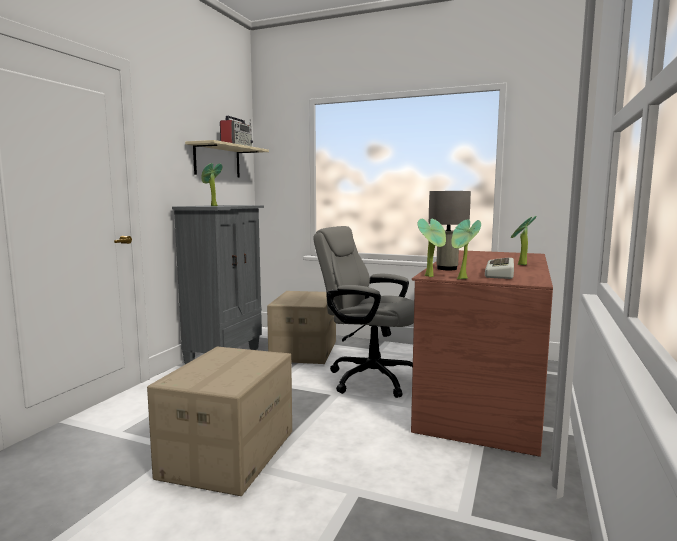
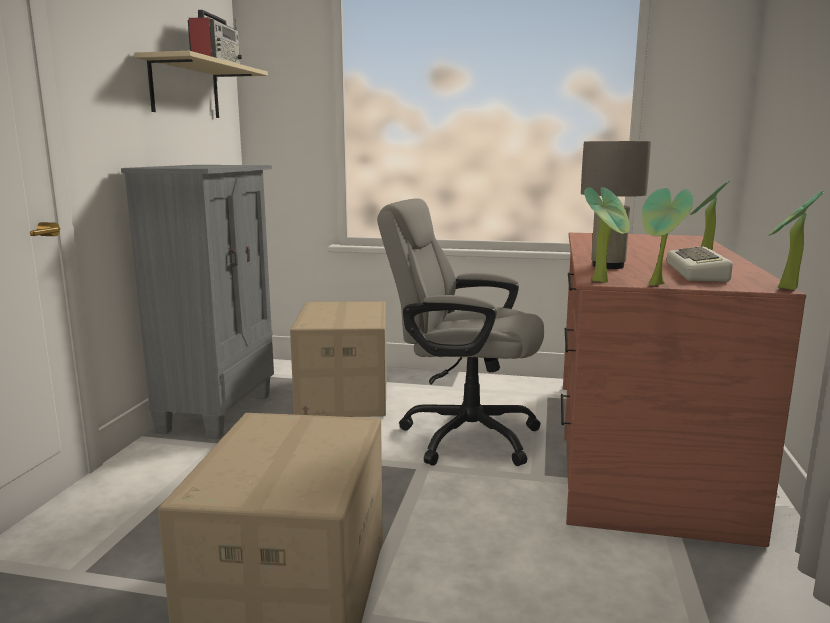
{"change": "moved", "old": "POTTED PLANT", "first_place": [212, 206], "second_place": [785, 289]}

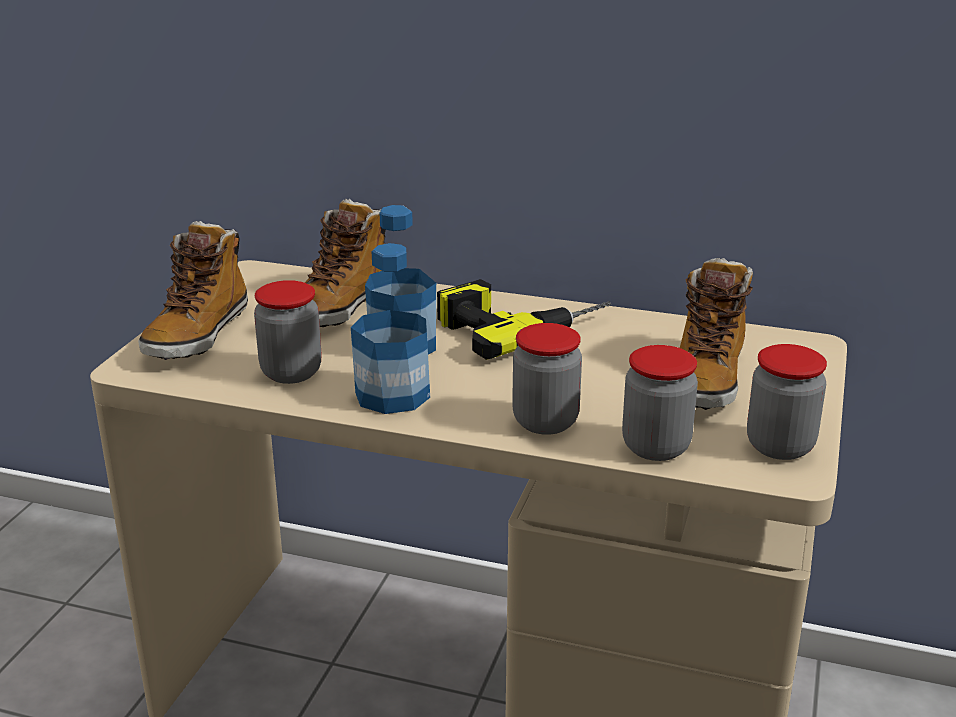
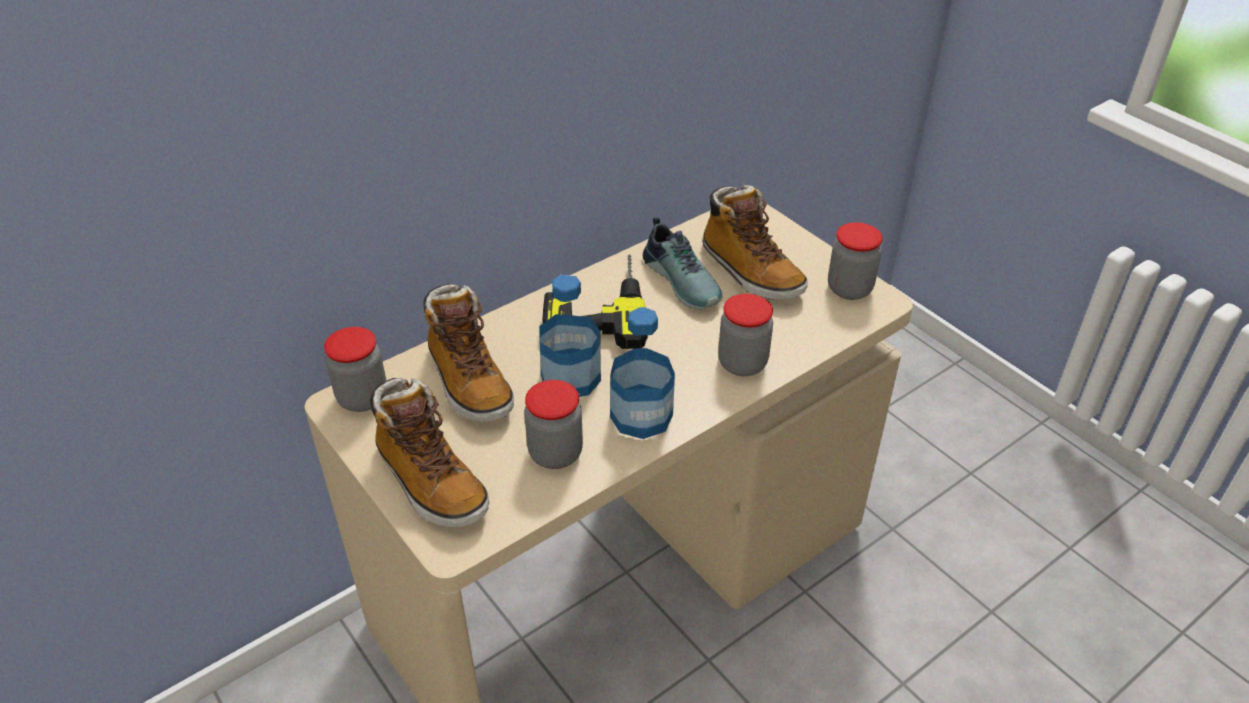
{"change": "moved", "old": "JAR", "first_place": [656, 447], "second_place": [362, 398]}
{"change": "added", "new": "SHOE", "second_place": [684, 280]}

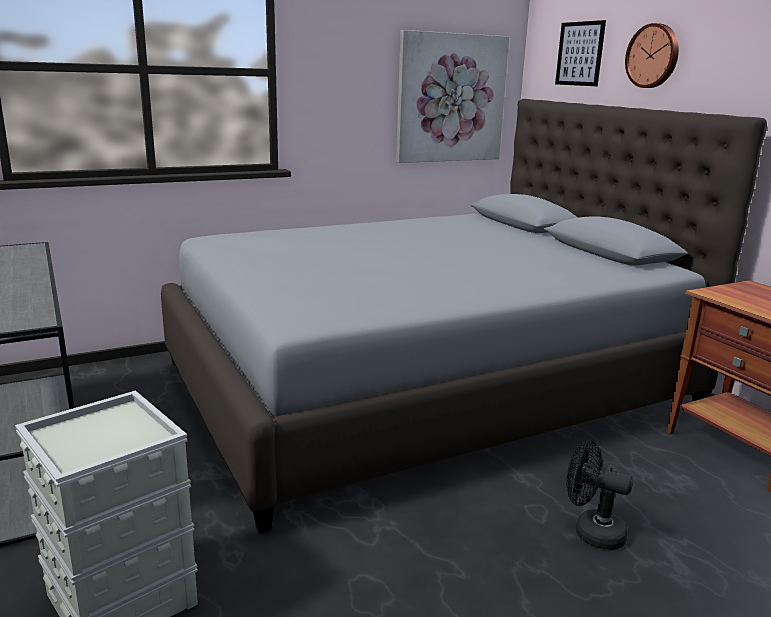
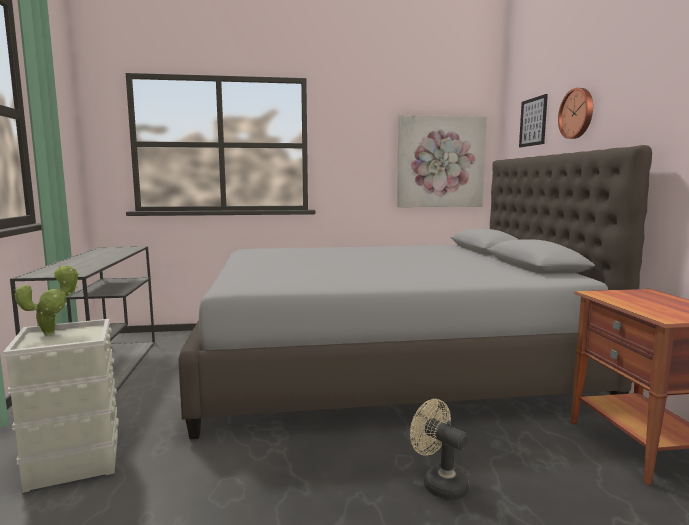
{"change": "added", "new": "POTTED PLANT", "second_place": [53, 333]}
{"change": "recoloured", "old": "BLACK FAN", "new": "BEIGE FAN", "first_place": [591, 531], "second_place": [439, 483]}

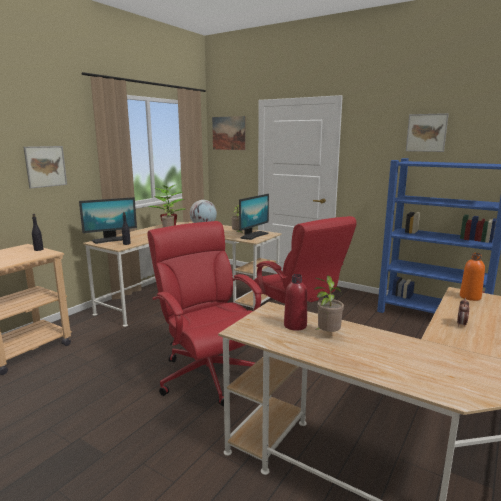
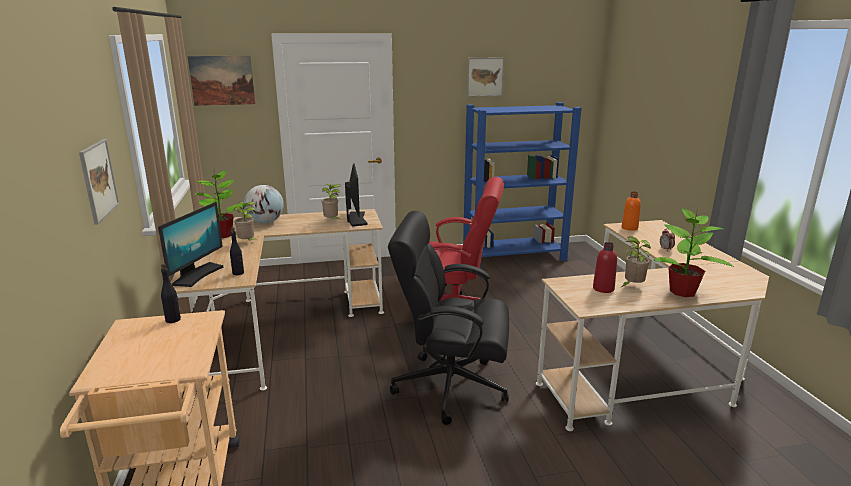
{"change": "recoloured", "old": "RED OFFICE CHAIR", "new": "BLACK OFFICE CHAIR", "first_place": [208, 376], "second_place": [451, 386]}
{"change": "added", "new": "POTTED PLANT", "second_place": [682, 292]}

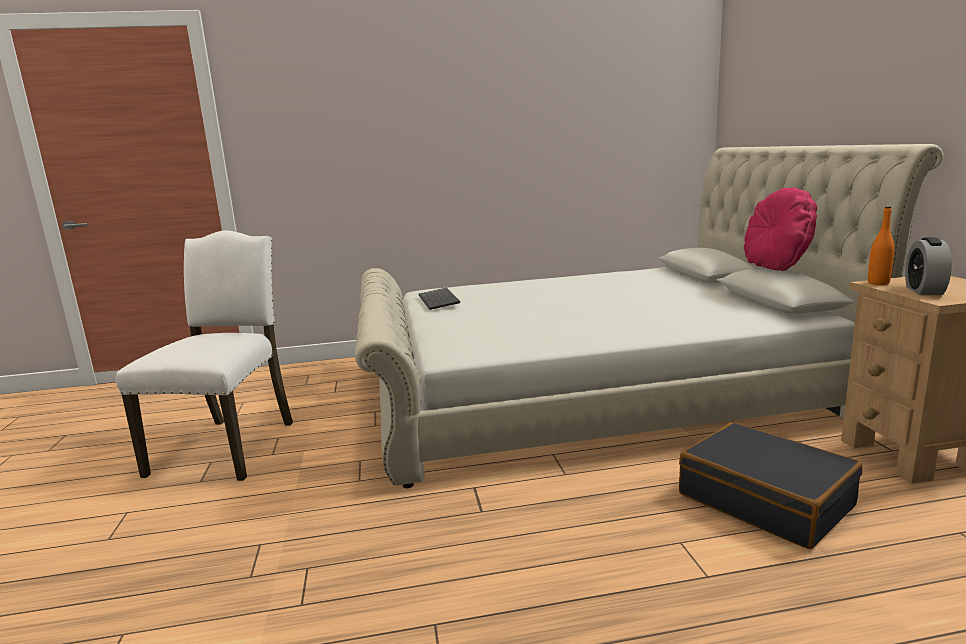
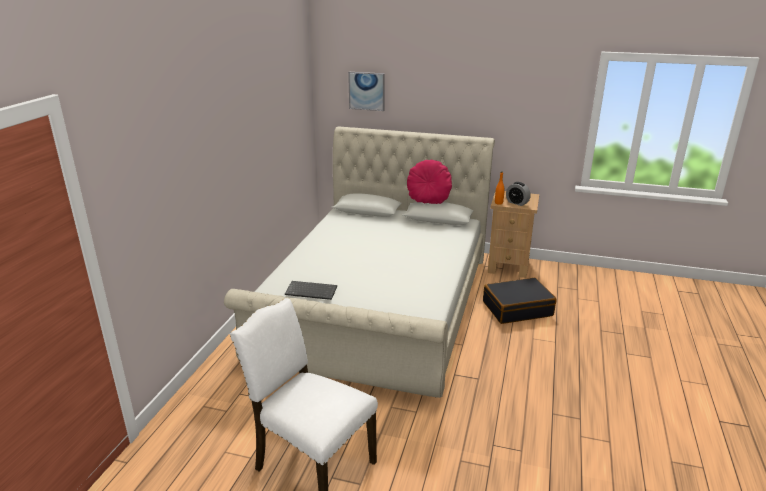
{"change": "added", "new": "PICTURE", "second_place": [366, 91]}

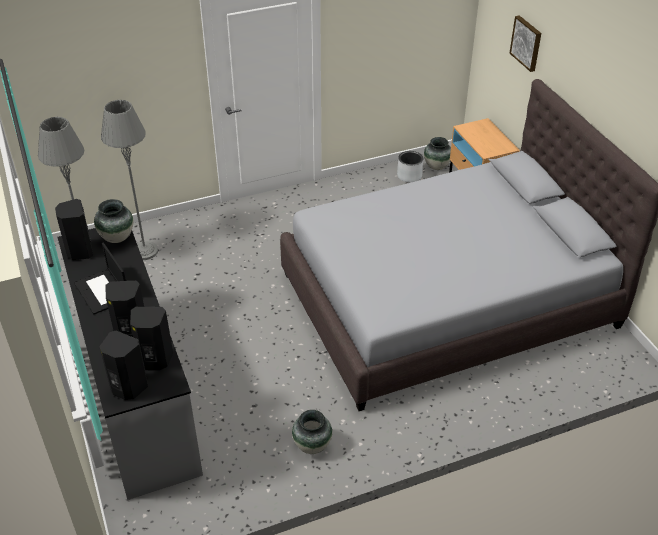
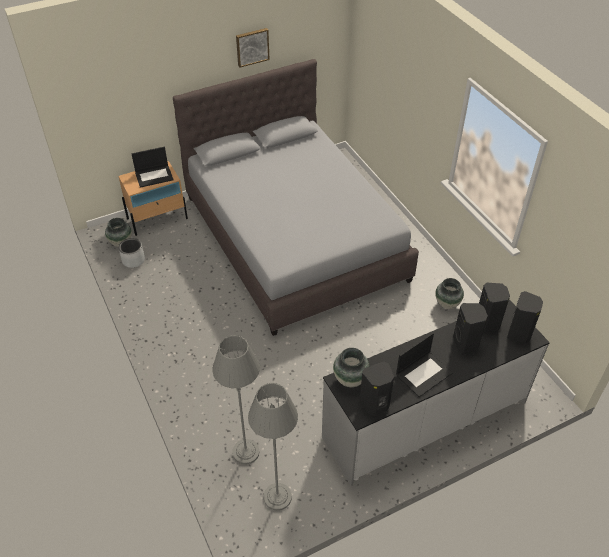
{"change": "added", "new": "LAPTOP", "second_place": [154, 176]}
{"change": "moved", "old": "PICTURE", "first_place": [527, 43], "second_place": [252, 47]}

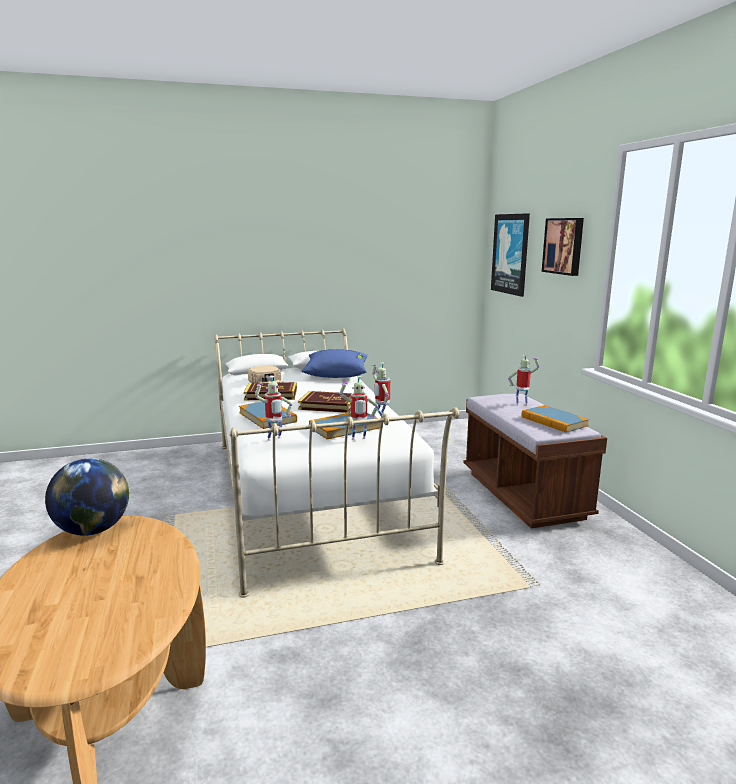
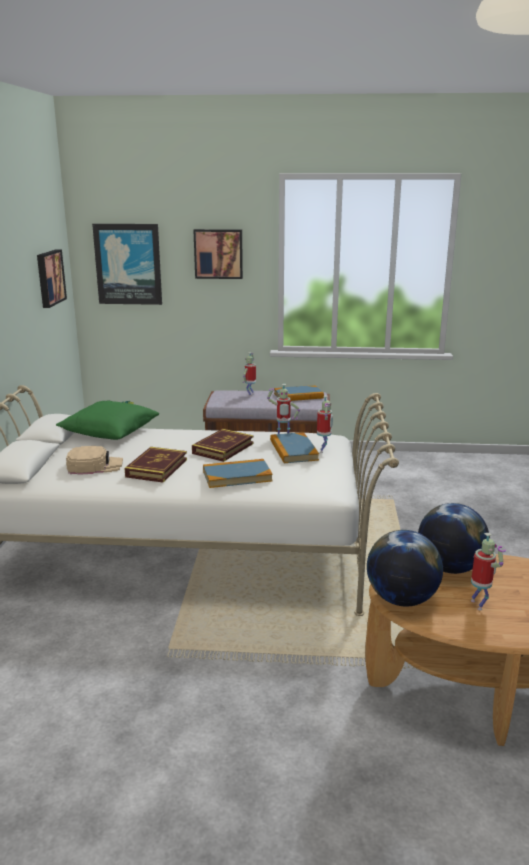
{"change": "added", "new": "PICTURE", "second_place": [49, 278]}
{"change": "recoloured", "old": "BLUE PILLOW", "new": "GREEN PILLOW", "first_place": [336, 375], "second_place": [110, 433]}
{"change": "added", "new": "GLOBE", "second_place": [449, 568]}
{"change": "moved", "old": "TOY ROBOT", "first_place": [274, 439], "second_place": [479, 605]}

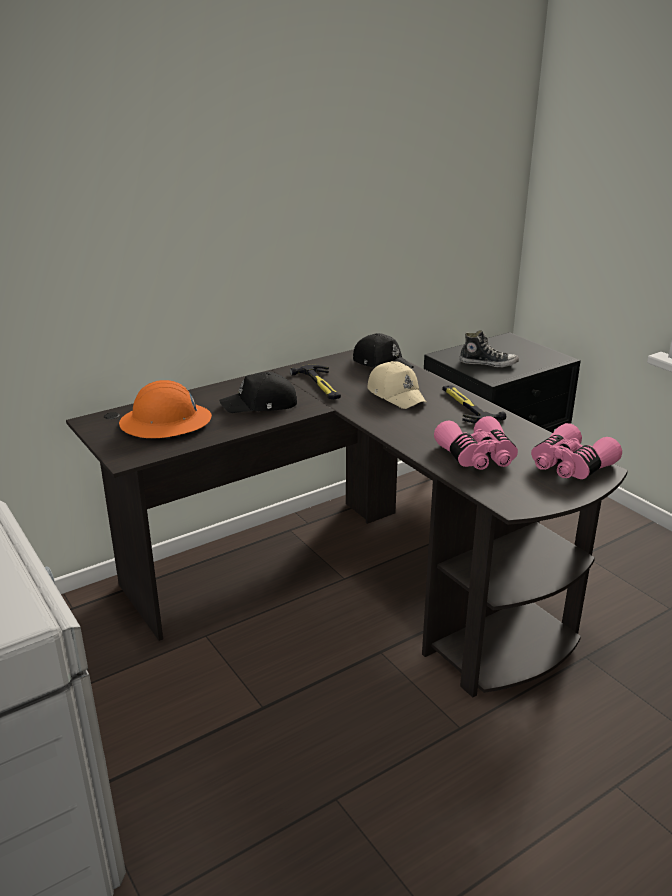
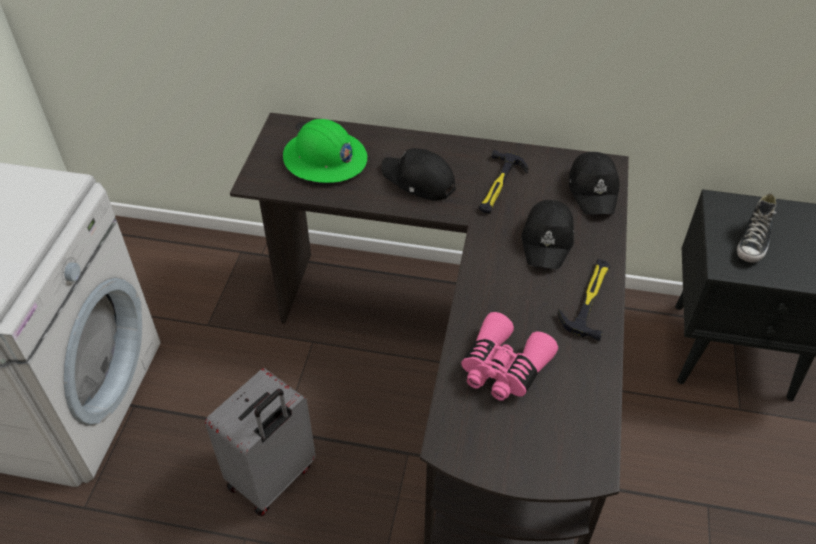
{"change": "added", "new": "GREY SUITCASE", "second_place": [273, 478]}
{"change": "recoloured", "old": "ORANGE HARD HAT", "new": "GREEN HARD HAT", "first_place": [166, 423], "second_place": [325, 159]}
{"change": "recoloured", "old": "BEIGE CAP", "new": "BLACK CAP", "first_place": [396, 395], "second_place": [548, 240]}
{"change": "turned", "old": "SHOE", "first_place": [488, 363], "second_place": [753, 243], "degrees": 60}
{"change": "removed", "old": "PINK BINOCULARS", "first_place": [569, 466]}

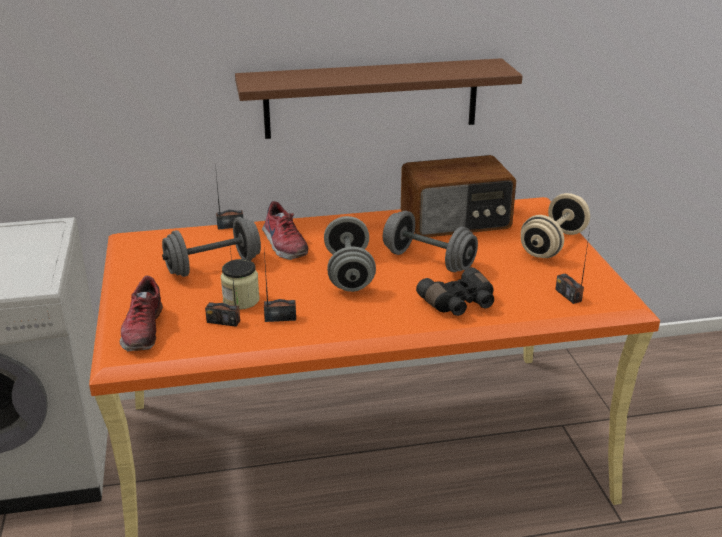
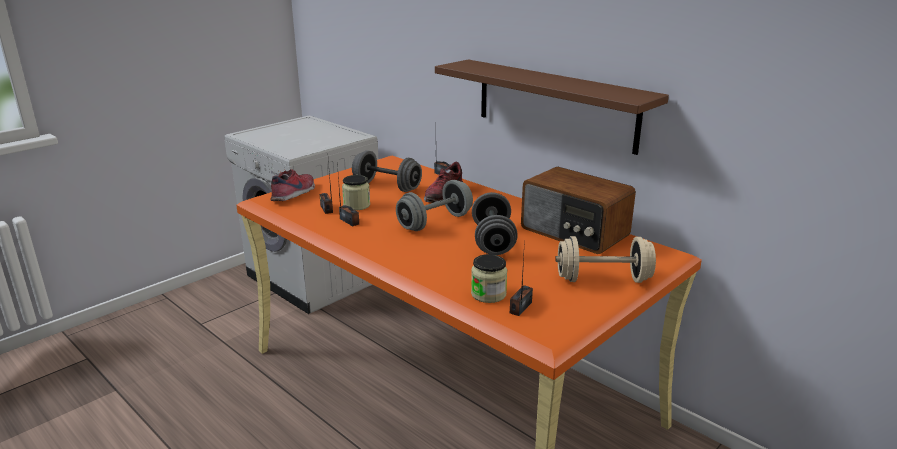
{"change": "turned", "old": "SHOE", "first_place": [142, 329], "second_place": [294, 194], "degrees": 150}
{"change": "added", "new": "JAR", "second_place": [488, 294]}
{"change": "removed", "old": "BLACK BINOCULARS", "first_place": [459, 304]}

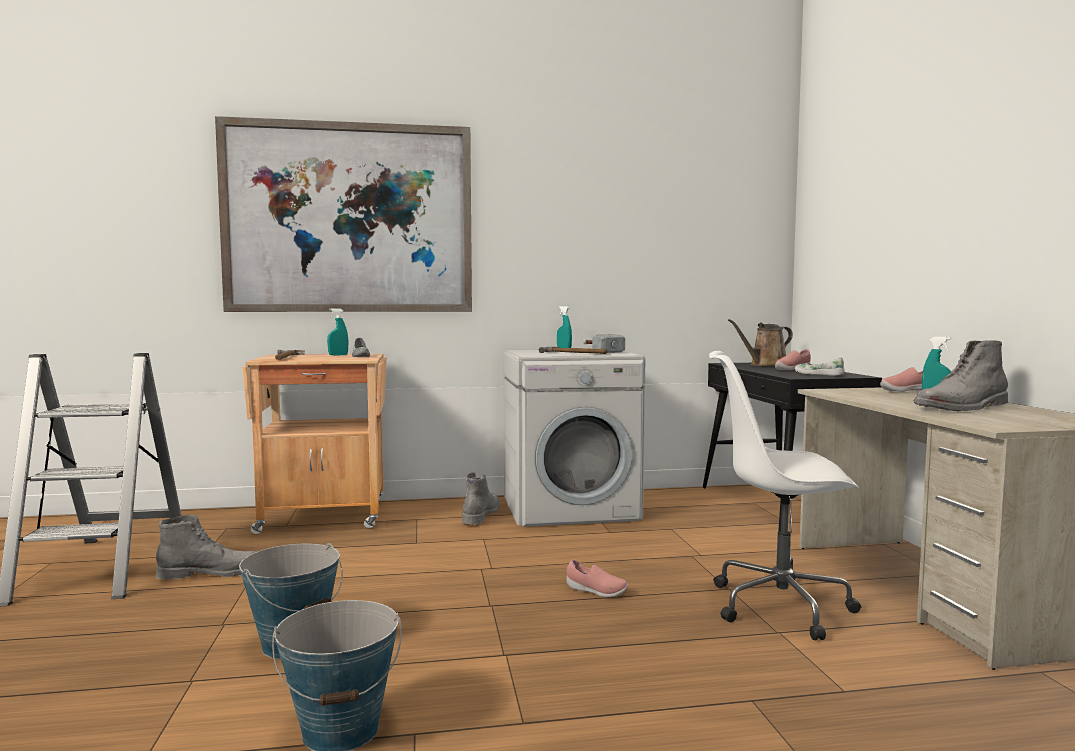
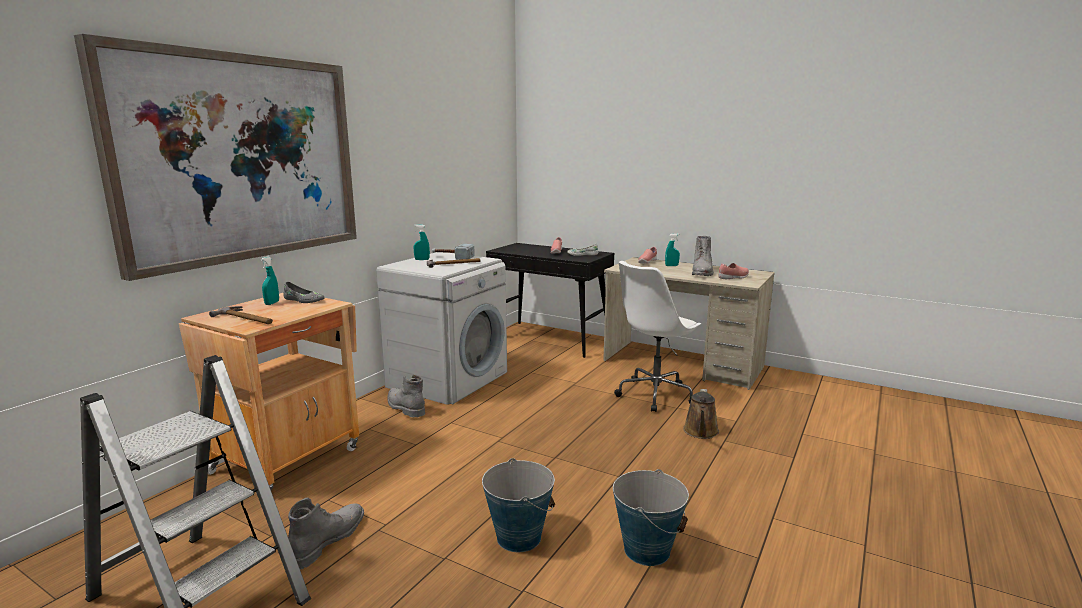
{"change": "moved", "old": "BROWN WATERING CAN", "first_place": [765, 365], "second_place": [701, 432]}
{"change": "moved", "old": "PINK SHOE", "first_place": [596, 591], "second_place": [733, 277]}

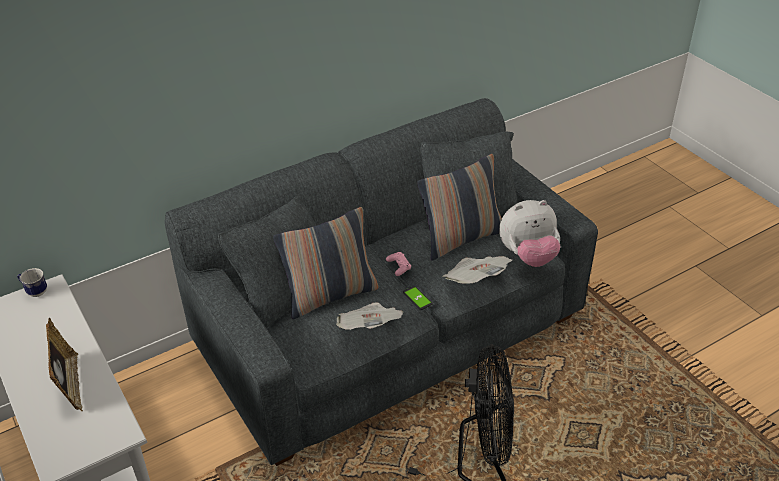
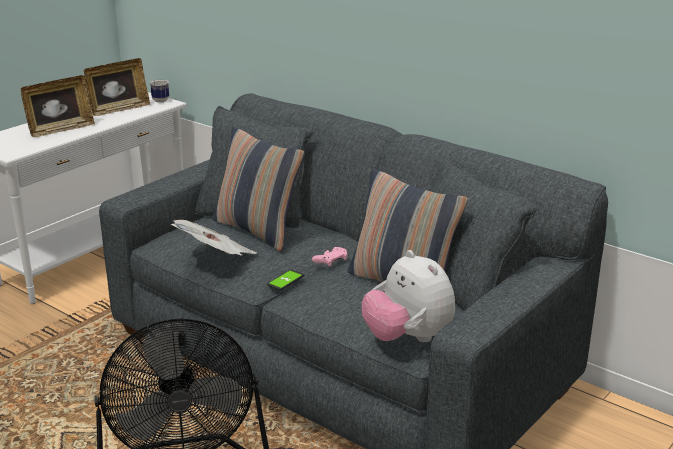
{"change": "added", "new": "PICTURE FRAME", "second_place": [119, 109]}
{"change": "removed", "old": "NEWSPAPER", "first_place": [475, 281]}

